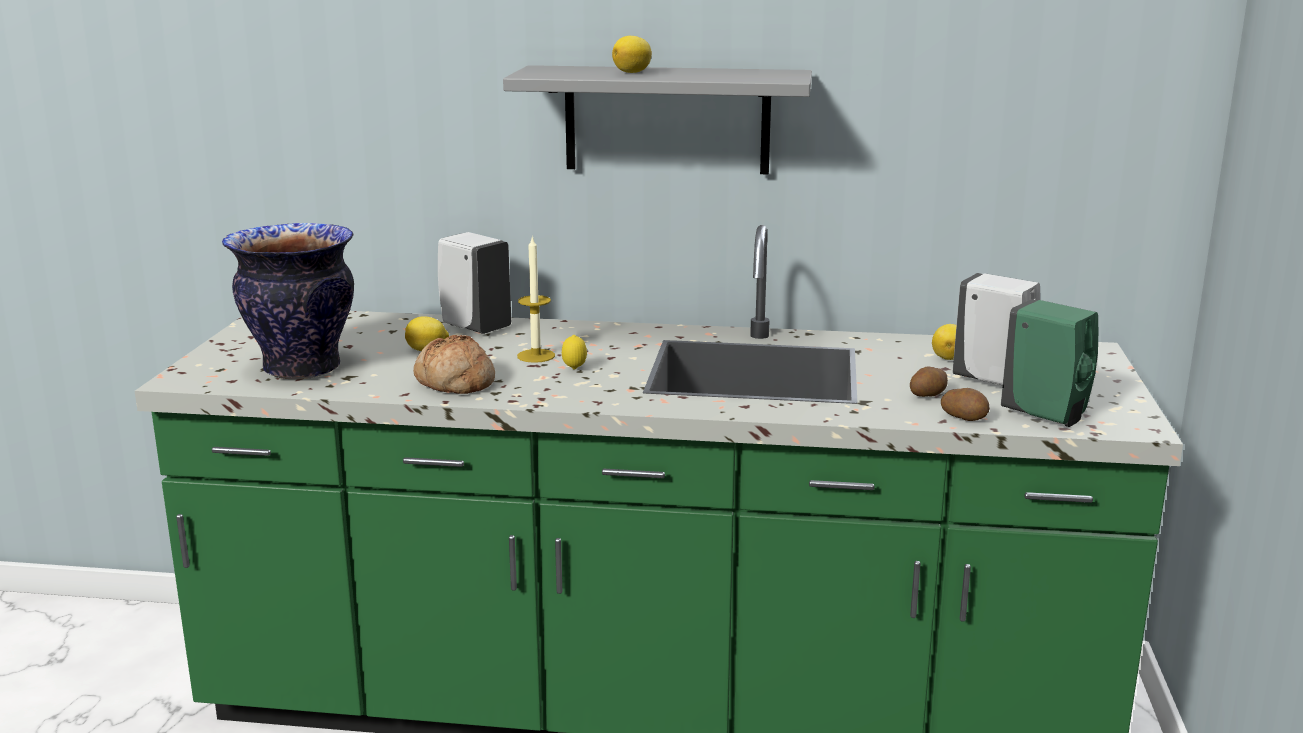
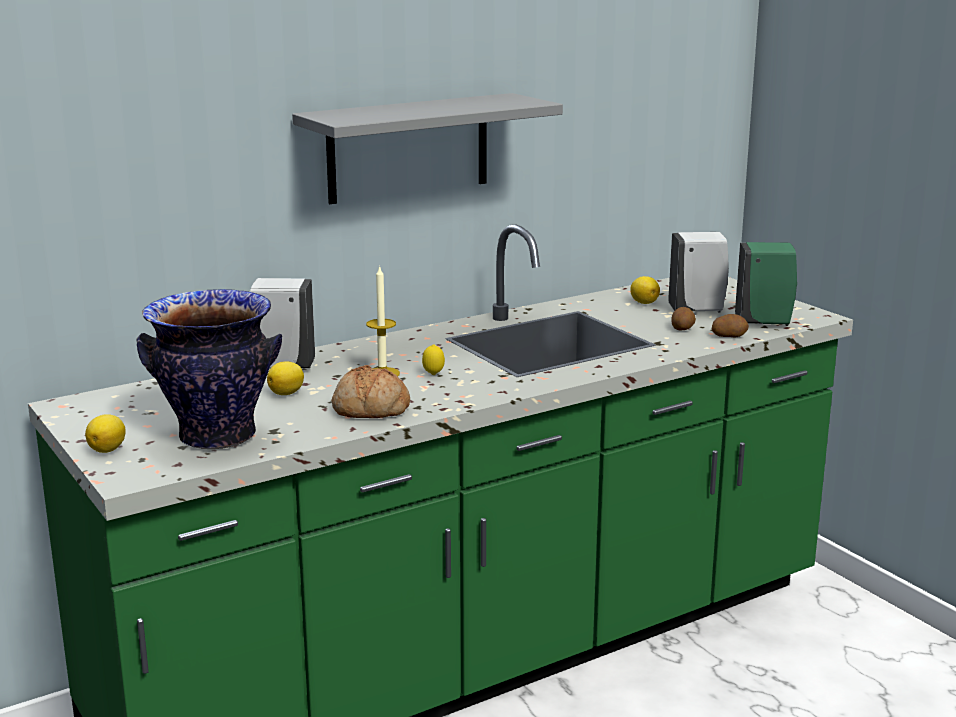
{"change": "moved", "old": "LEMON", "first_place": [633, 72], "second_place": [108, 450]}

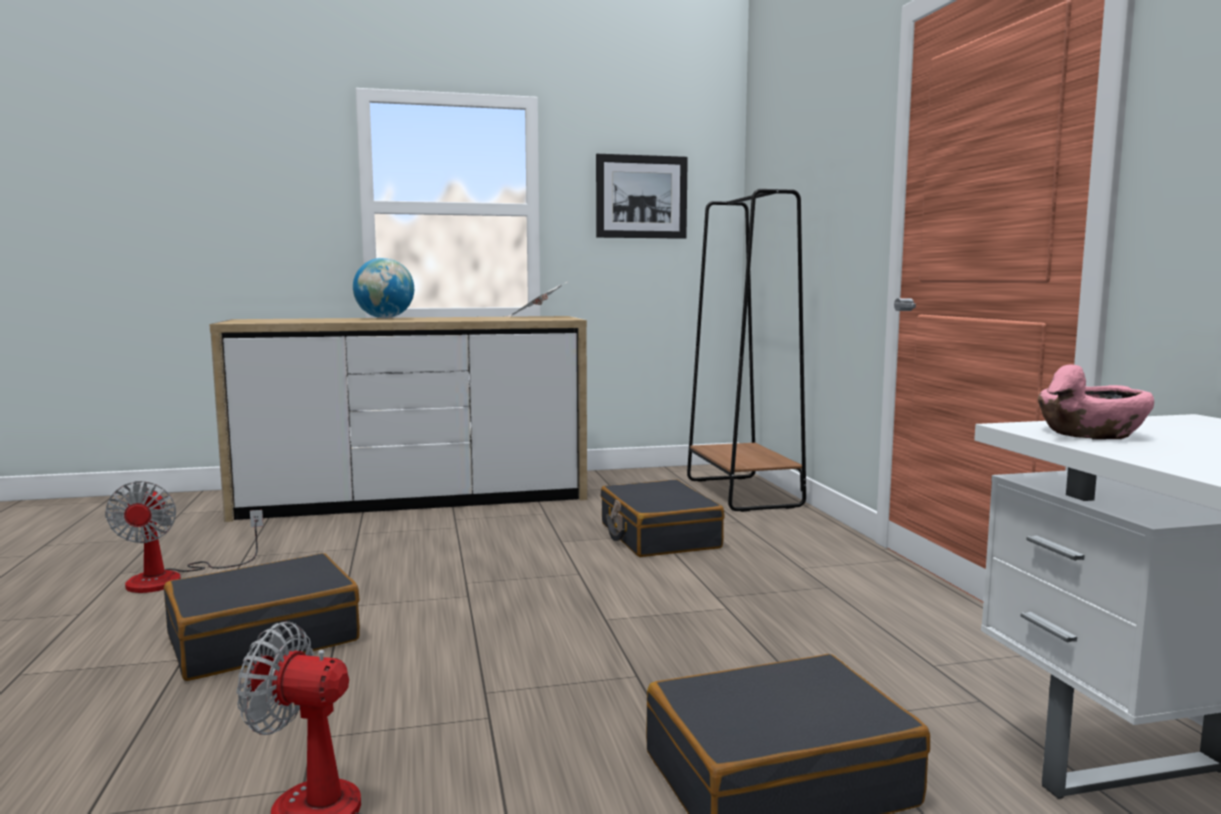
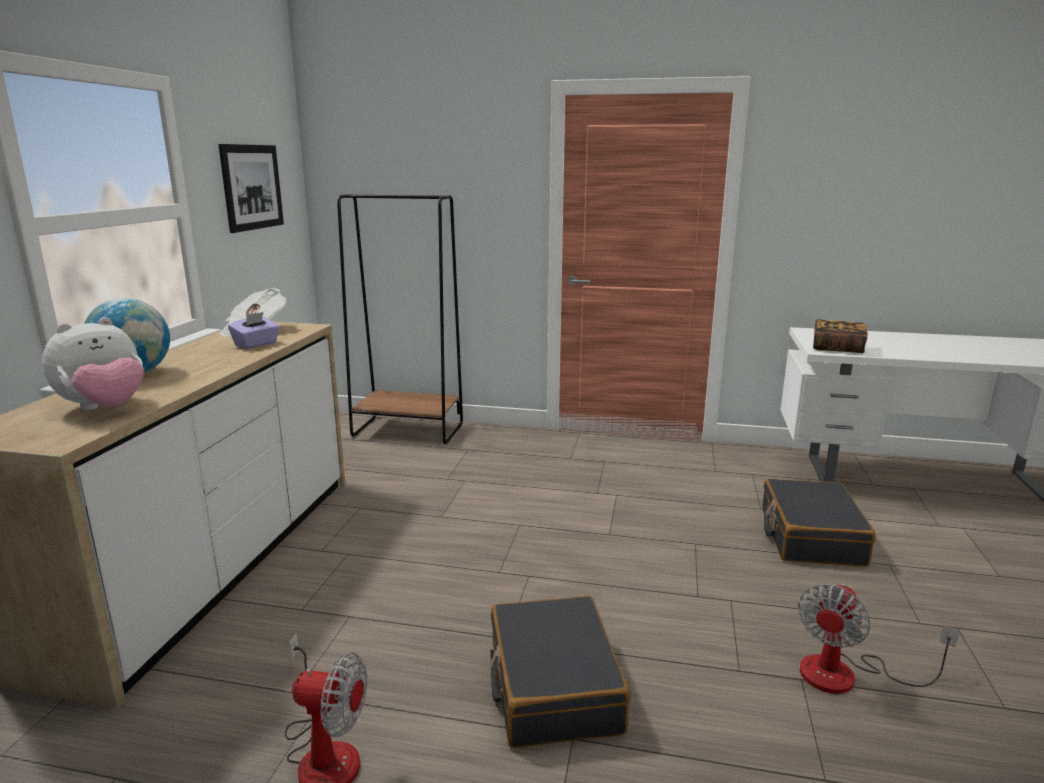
{"change": "added", "new": "PLUSH TOY", "second_place": [105, 408]}
{"change": "added", "new": "PURPLE TISSUE BOX", "second_place": [256, 344]}
{"change": "replaced", "old": "PINK BOWL", "new": "BOOK", "first_place": [1089, 433], "second_place": [837, 348]}
{"change": "removed", "old": "BLACK SUITCASE", "first_place": [658, 536]}

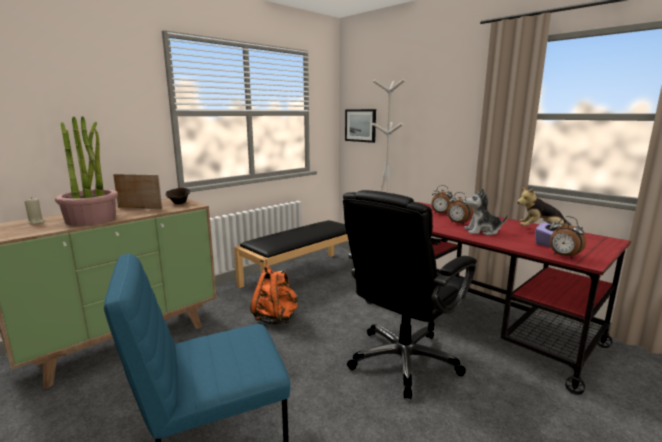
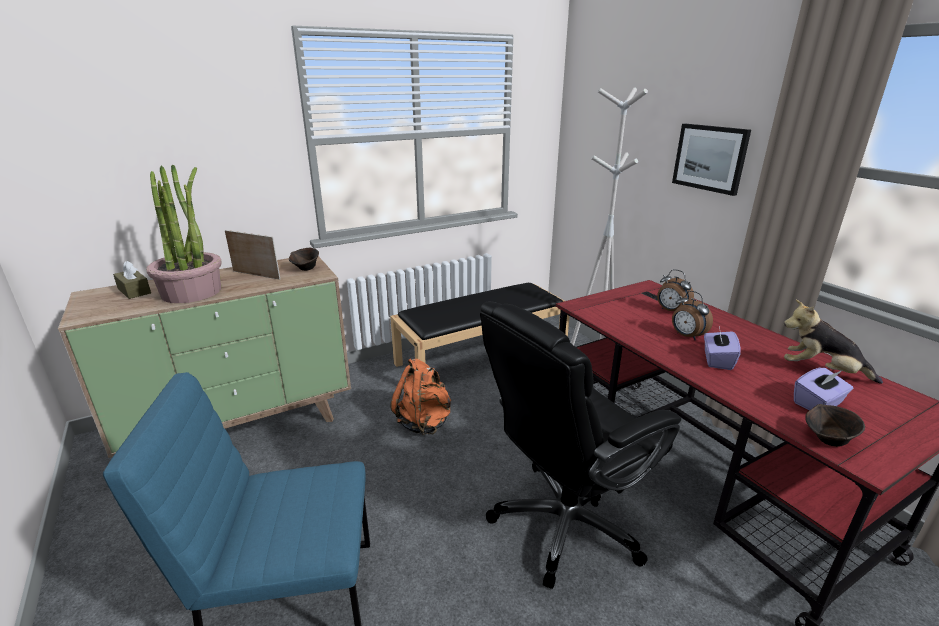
{"change": "replaced", "old": "BEIGE CANDLE", "new": "BROWN TISSUE BOX", "first_place": [36, 222], "second_place": [134, 291]}
{"change": "moved", "old": "PICTURE", "first_place": [360, 125], "second_place": [710, 158]}
{"change": "replaced", "old": "PLUSH TOY", "new": "PURPLE TISSUE BOX", "first_place": [482, 231], "second_place": [717, 360]}
{"change": "replaced", "old": "ALARM CLOCK", "new": "BROWN BOWL", "first_place": [563, 256], "second_place": [828, 440]}

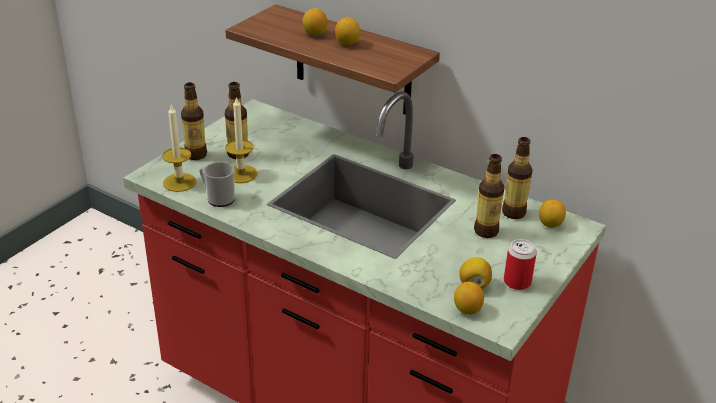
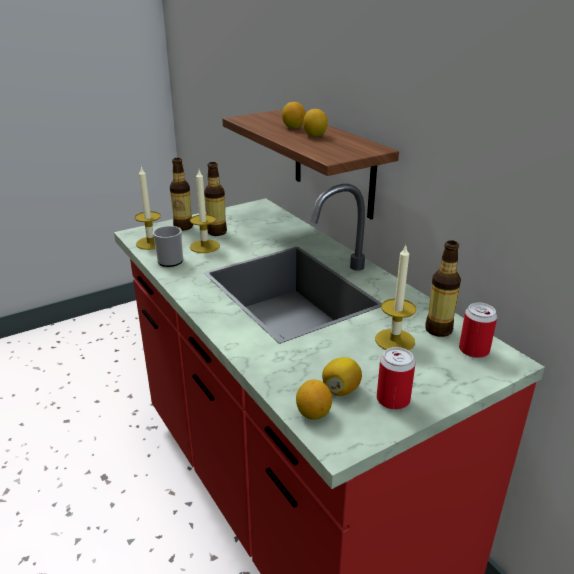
{"change": "replaced", "old": "BOTTLE", "new": "CANDLE", "first_place": [486, 231], "second_place": [394, 340]}
{"change": "replaced", "old": "LEMON", "new": "CAN", "first_place": [550, 224], "second_place": [474, 350]}

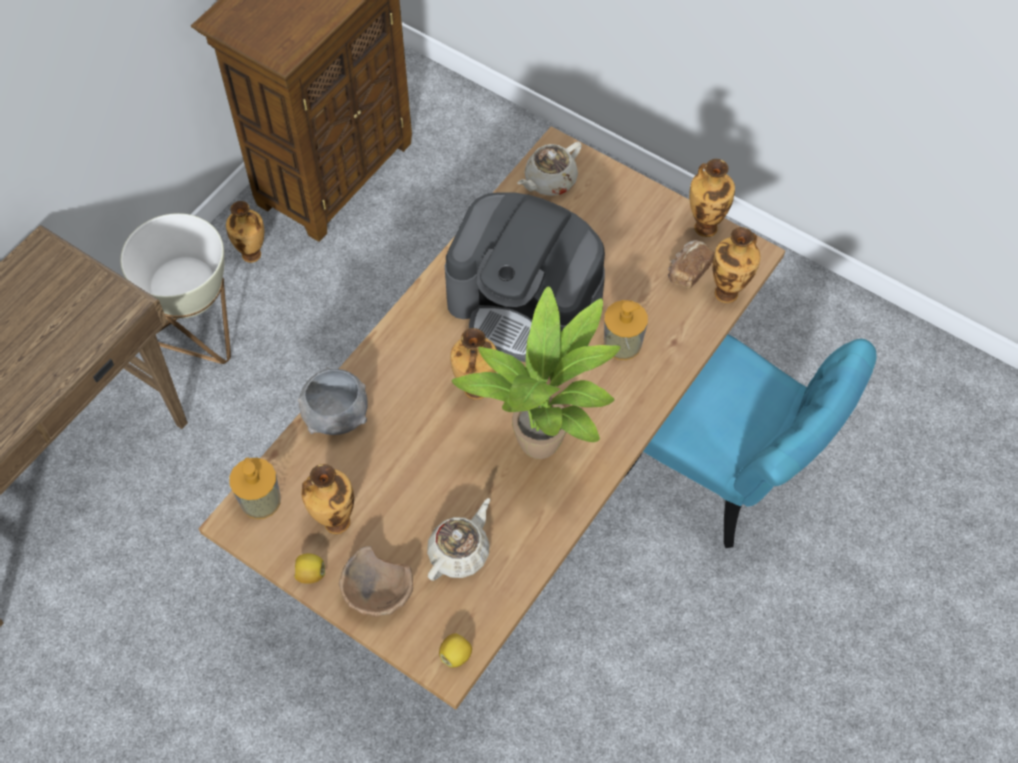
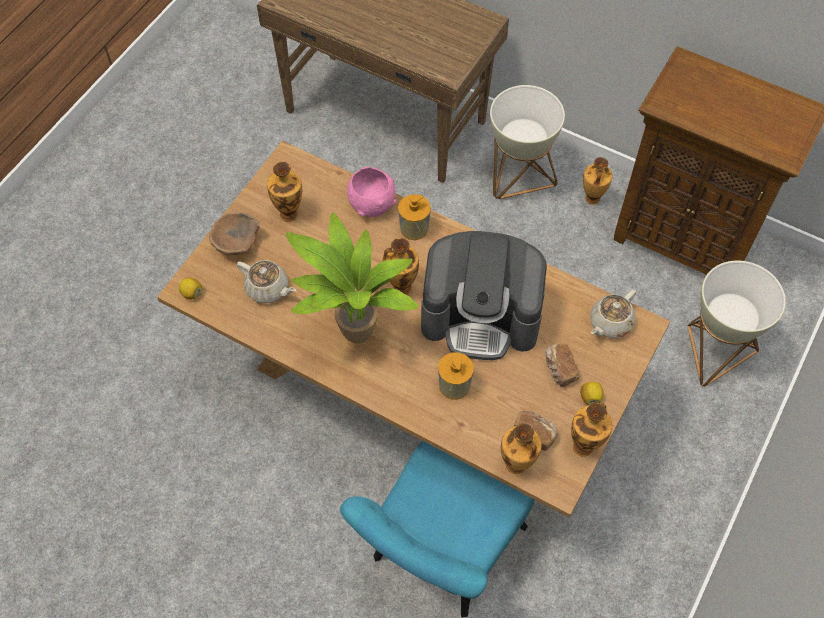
{"change": "recoloured", "old": "GREY BOWL", "new": "PINK BOWL", "first_place": [335, 415], "second_place": [372, 203]}
{"change": "moved", "old": "SOAP DISPENSER", "first_place": [260, 500], "second_place": [414, 228]}
{"change": "turned", "old": "COFFEE MACHINE", "first_place": [526, 306], "second_place": [481, 315], "degrees": -105}
{"change": "added", "new": "BREAD", "second_place": [559, 369]}
{"change": "moved", "old": "LEMON", "first_place": [310, 573], "second_place": [590, 397]}
{"change": "turned", "old": "BEIGE TEAPOT", "first_place": [549, 181], "second_place": [610, 323], "degrees": -90}
{"change": "added", "new": "PLANTER", "second_place": [715, 351]}

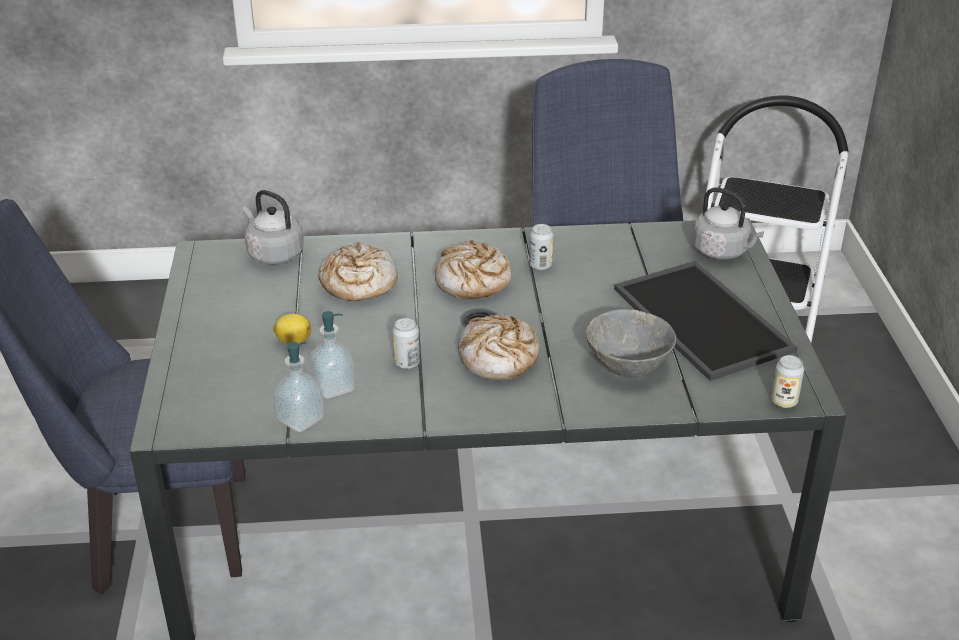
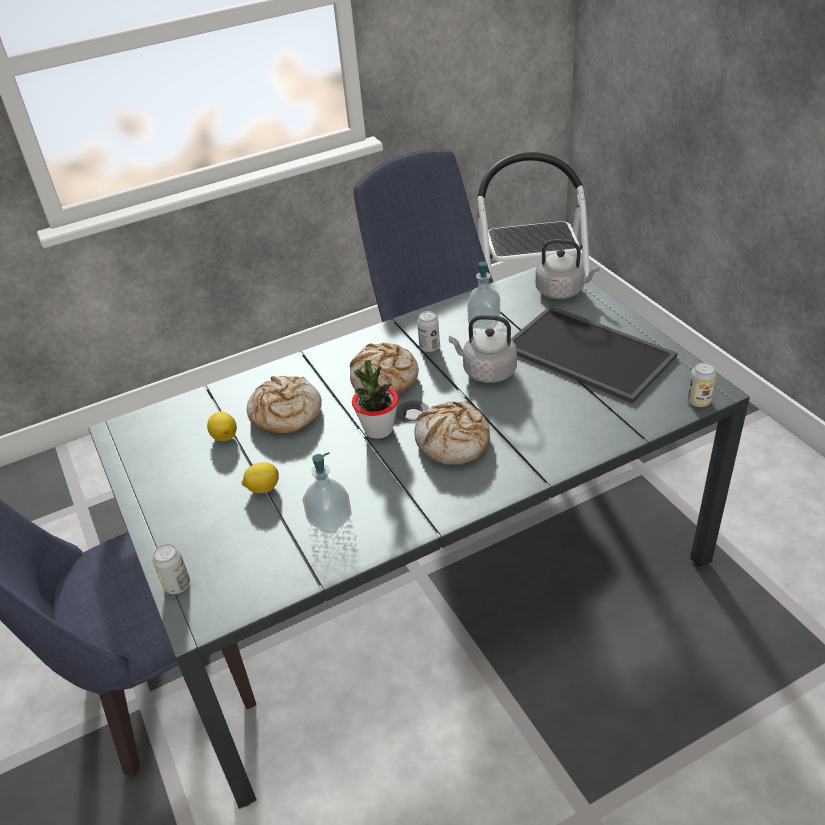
{"change": "moved", "old": "CAN", "first_place": [406, 363], "second_place": [177, 585]}
{"change": "added", "new": "LEMON", "second_place": [224, 436]}
{"change": "added", "new": "POTTED PLANT", "second_place": [378, 429]}
{"change": "moved", "old": "GREY KETTLE", "first_place": [273, 254], "second_place": [486, 371]}
{"change": "moved", "old": "SOAP DISPENSER", "first_place": [301, 419], "second_place": [484, 322]}
{"change": "removed", "old": "GREY BOWL", "first_place": [628, 365]}

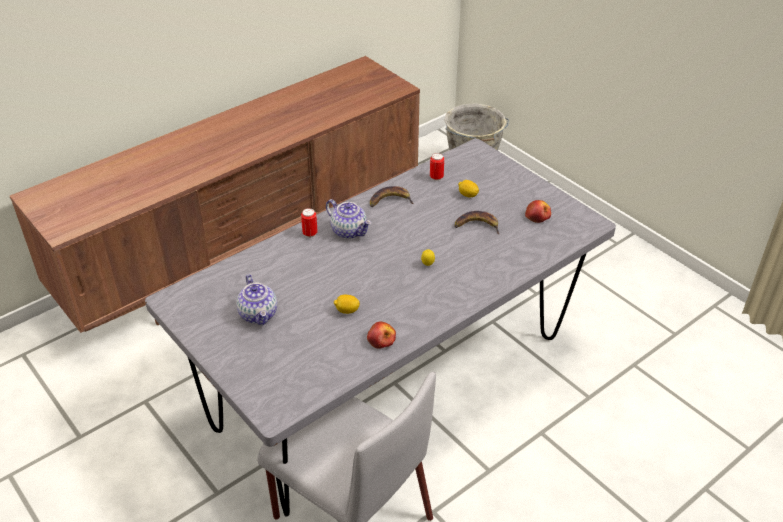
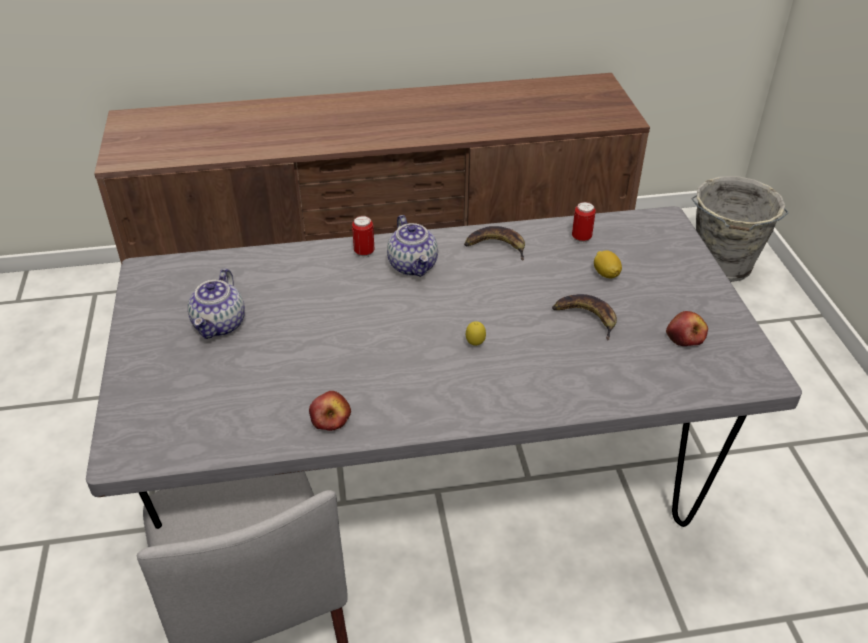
{"change": "removed", "old": "LEMON", "first_place": [347, 311]}

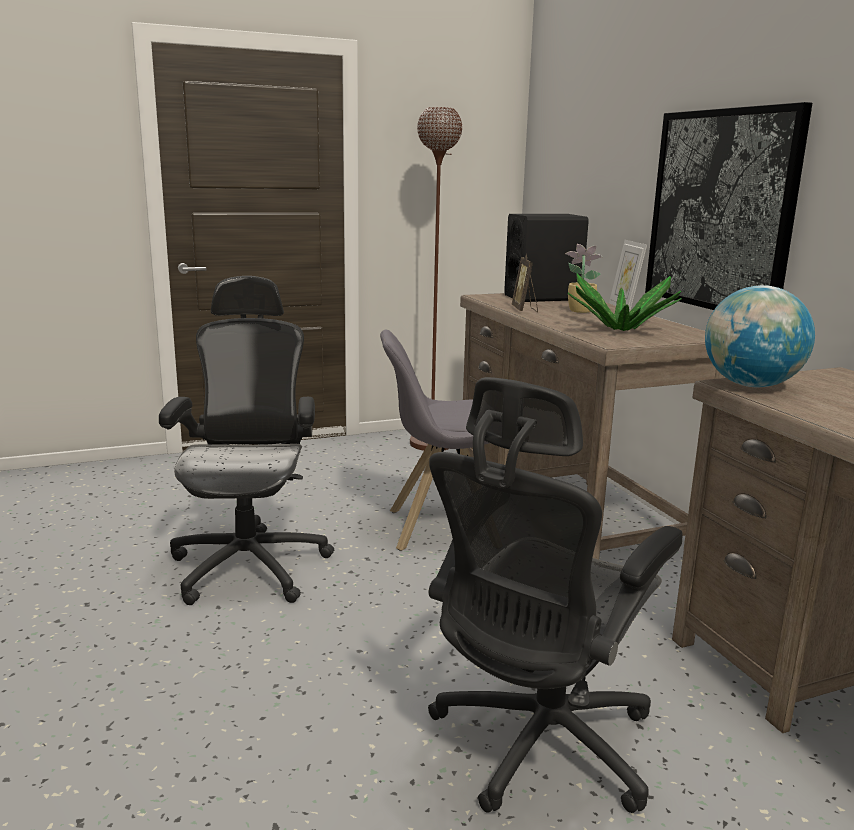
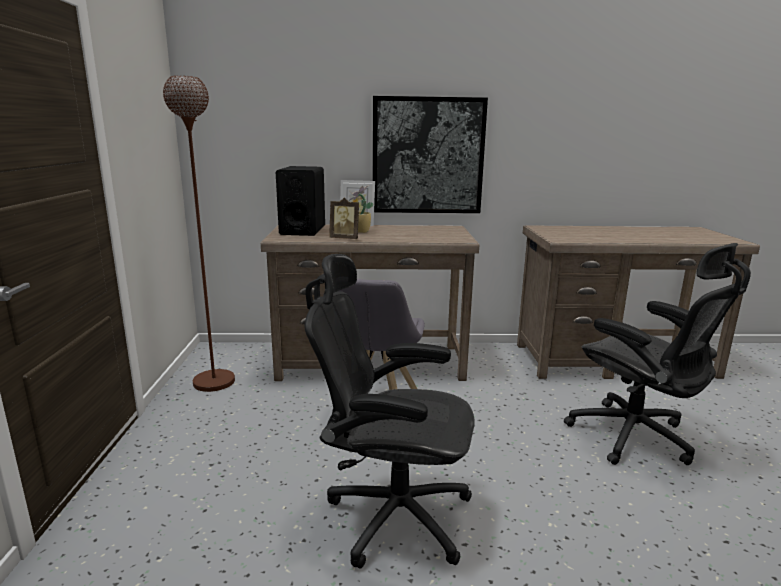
{"change": "removed", "old": "POTTED PLANT", "first_place": [621, 330]}
{"change": "removed", "old": "GLOBE", "first_place": [751, 385]}

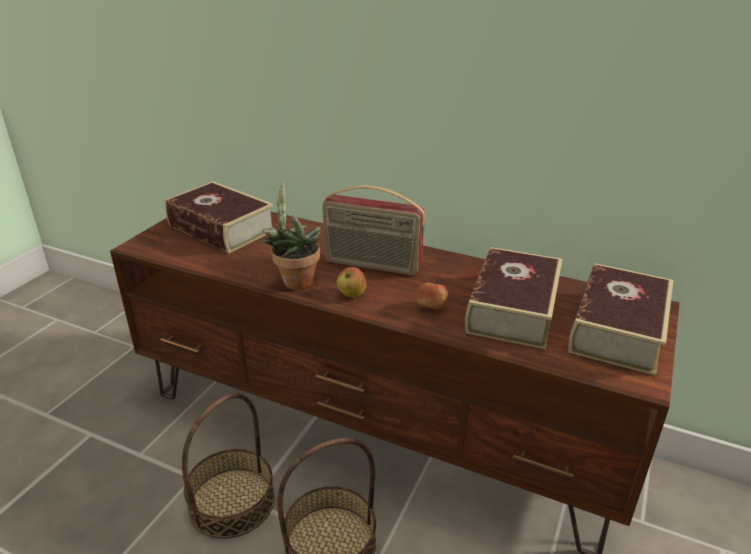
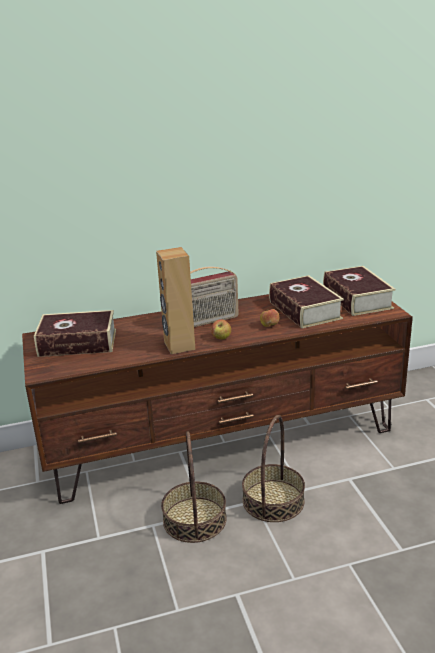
{"change": "replaced", "old": "POTTED PLANT", "new": "BROWN SPEAKER", "first_place": [294, 280], "second_place": [179, 346]}

